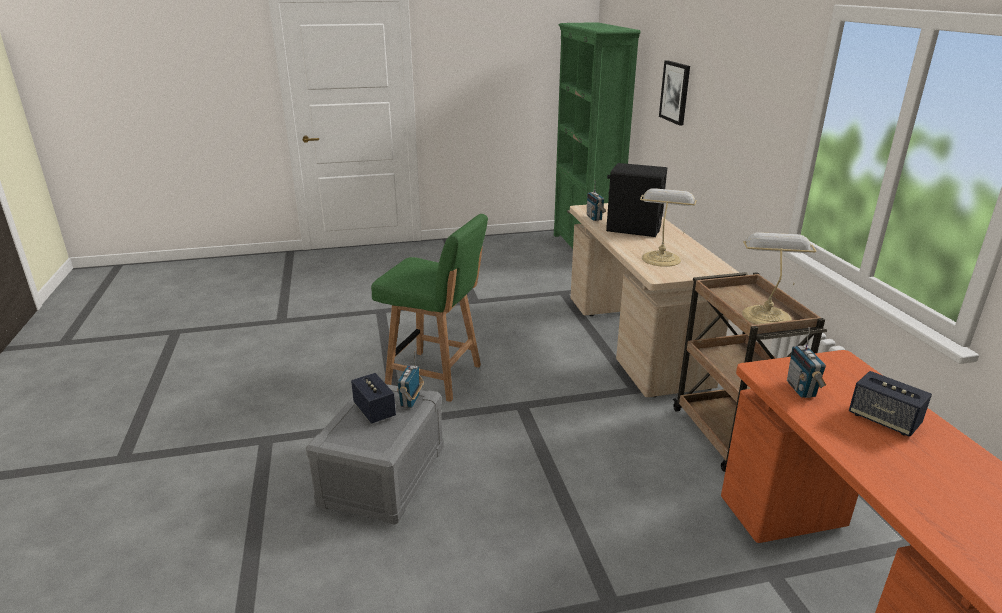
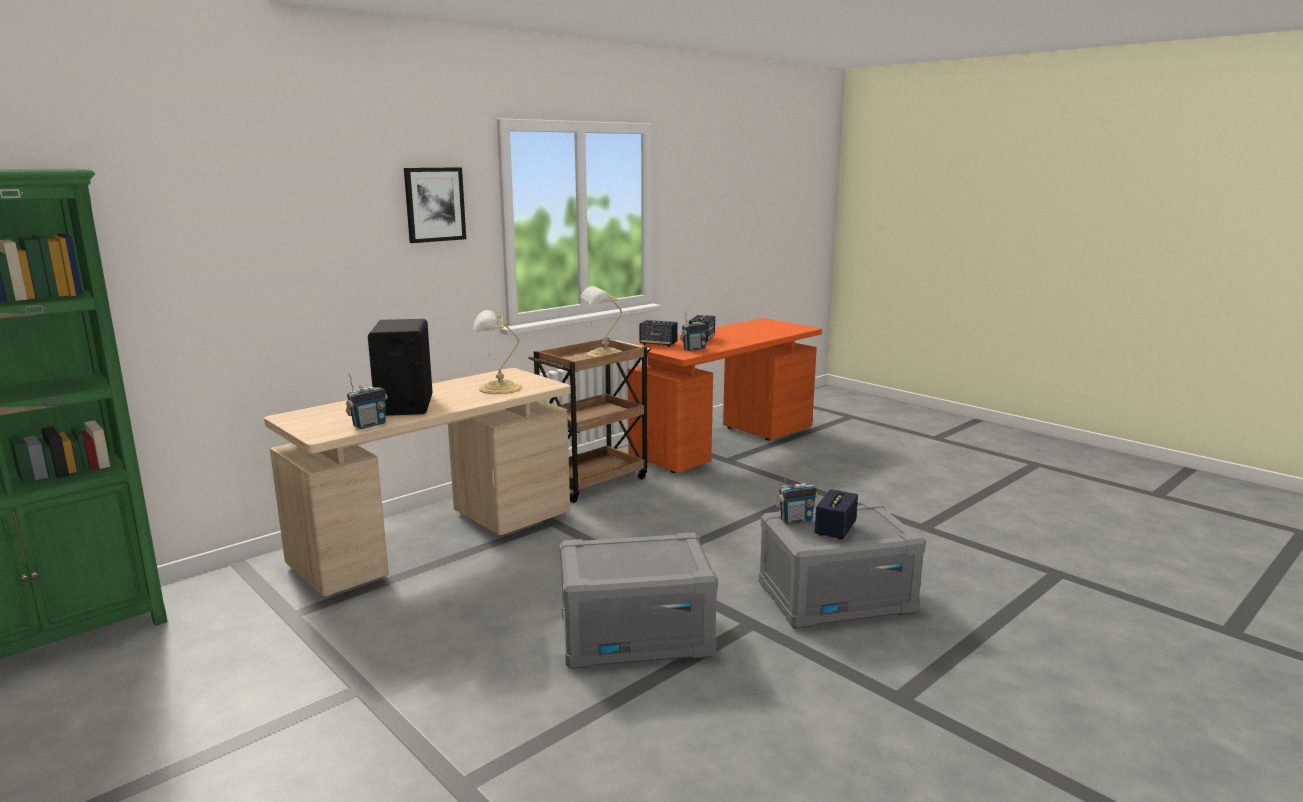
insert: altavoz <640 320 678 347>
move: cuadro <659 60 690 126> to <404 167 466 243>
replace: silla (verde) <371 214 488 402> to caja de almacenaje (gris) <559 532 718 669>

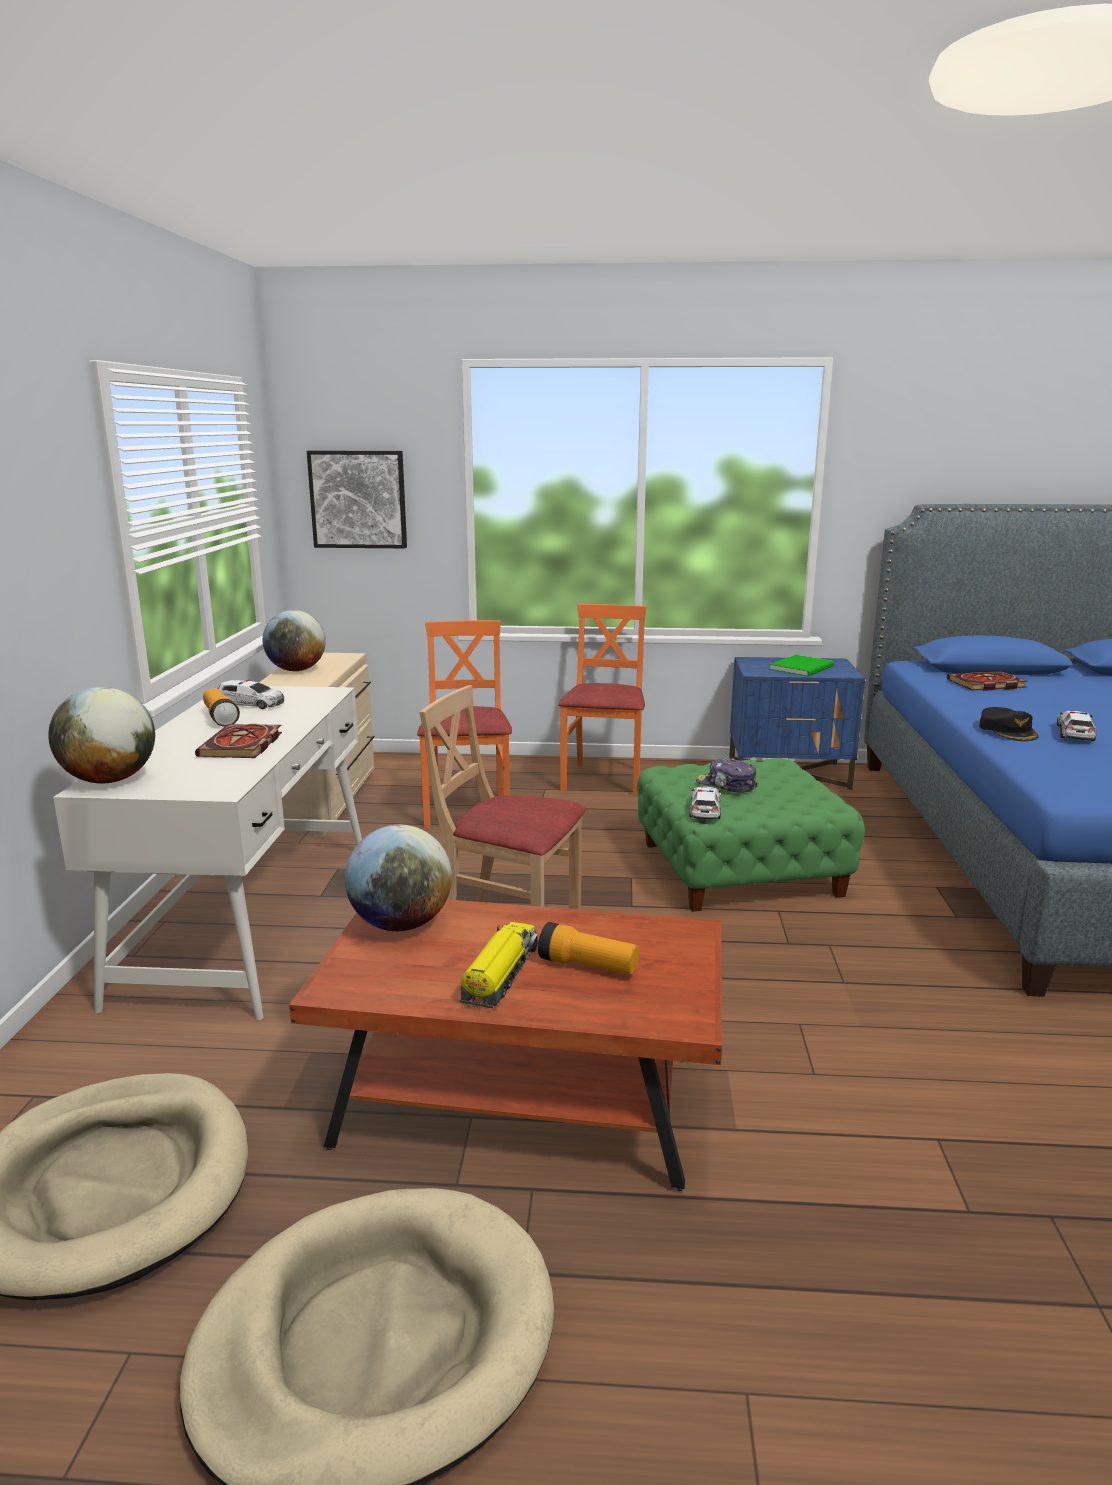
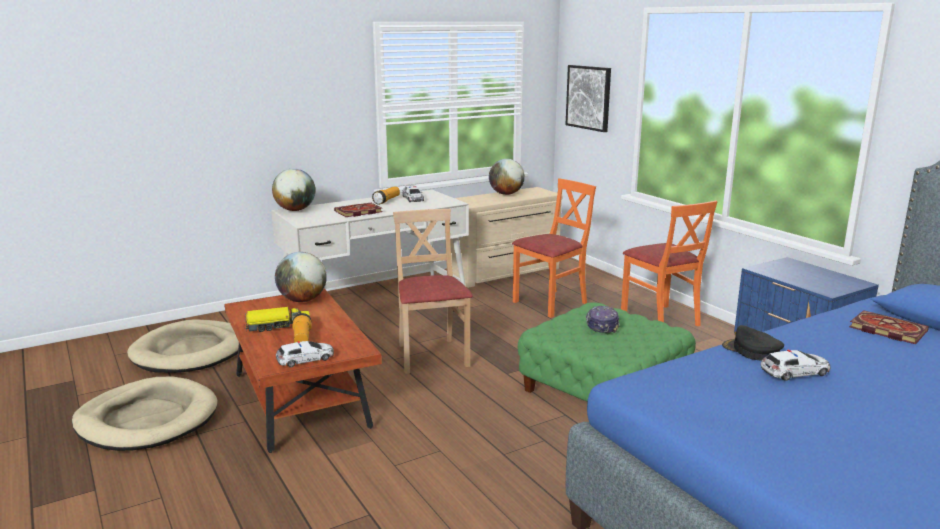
delete: libro (verde) <769 655 834 676>
move: coche de juguete <689 786 721 820> to <276 341 334 367>
rotate: silla (naranja) <558 604 647 796> = <621 201 717 327> 90 degrees clockwise; gorra (negro) <979 707 1039 741> = <722 325 784 361> 90 degrees clockwise

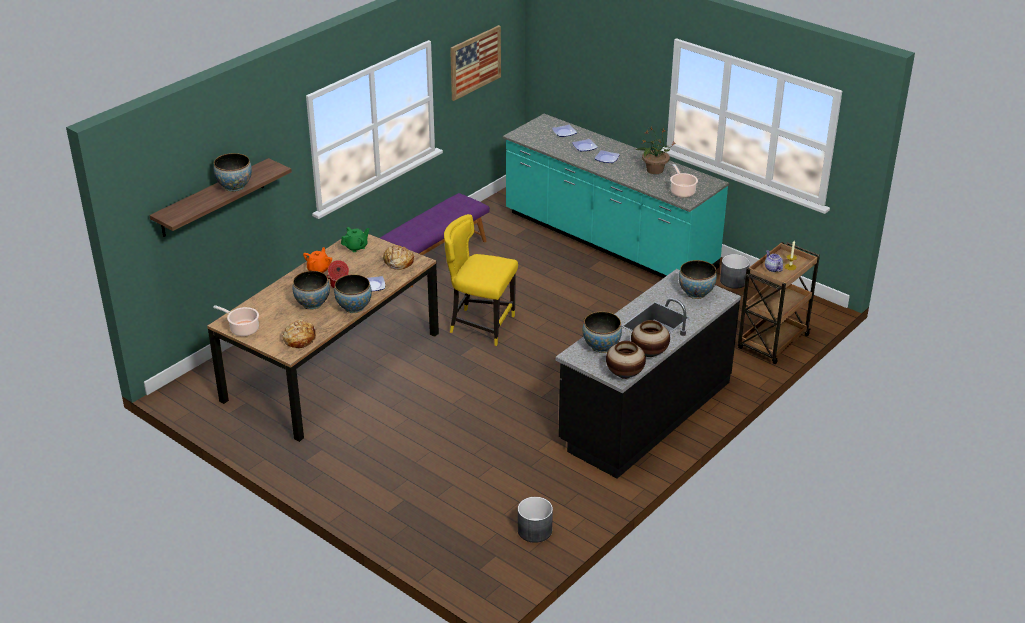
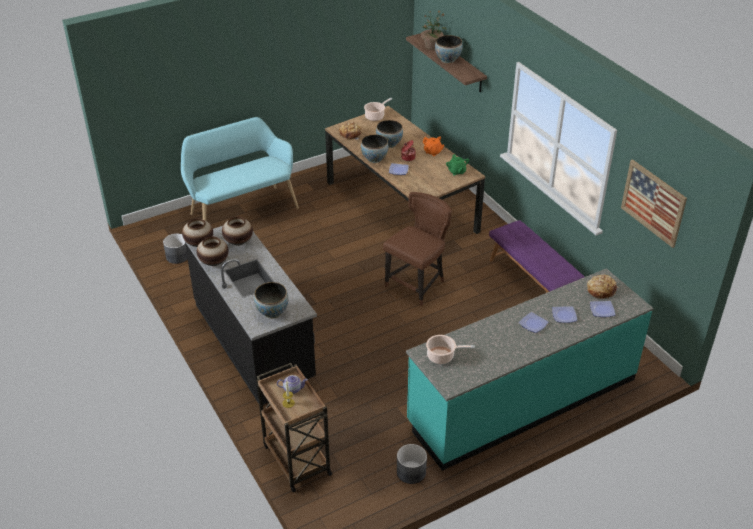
insert: banco (turquesa) <181 117 299 221>
move: planta en maceta <636 126 676 174> to <421 10 447 49>; pan <383 245 414 270> to <587 275 620 299>
replace: cuenco <583 311 622 353> to florero <222 217 253 246>
recolor: silla (amarillo) <444 214 518 346> to silla (marrón) <383 192 452 306>

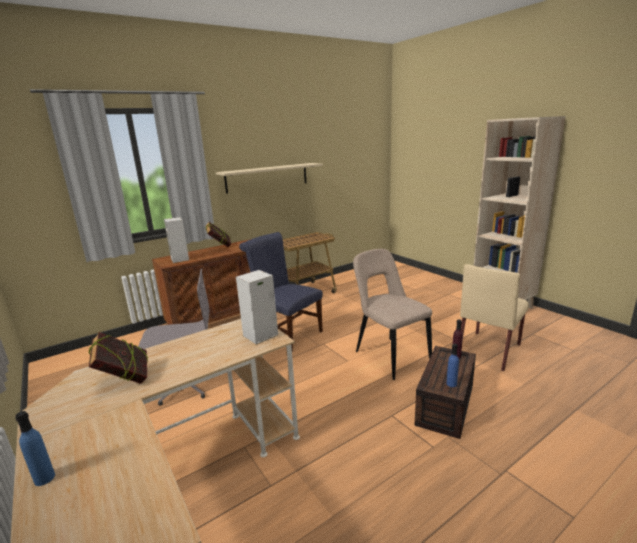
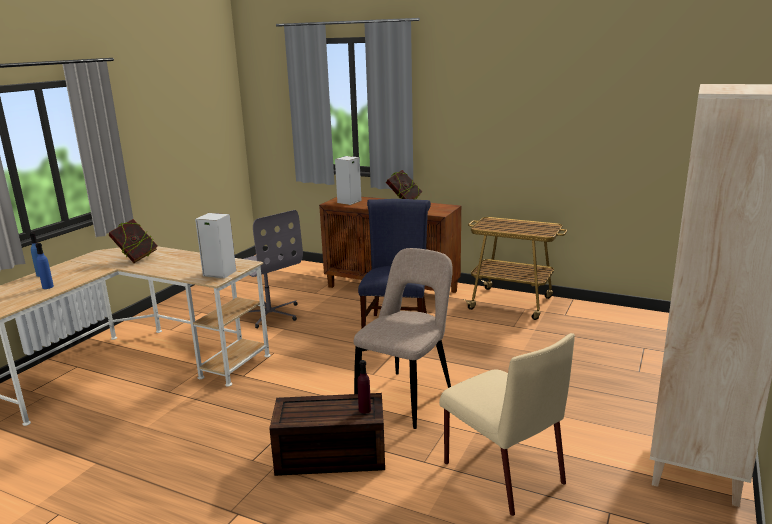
delete: estante (beis) <216 163 322 194>
move: botella (azul) <446 344 459 387> to <35 243 54 289>
rotate: silla (beis) <460 264 529 371> = <439 333 575 516> 135 degrees counterclockwise

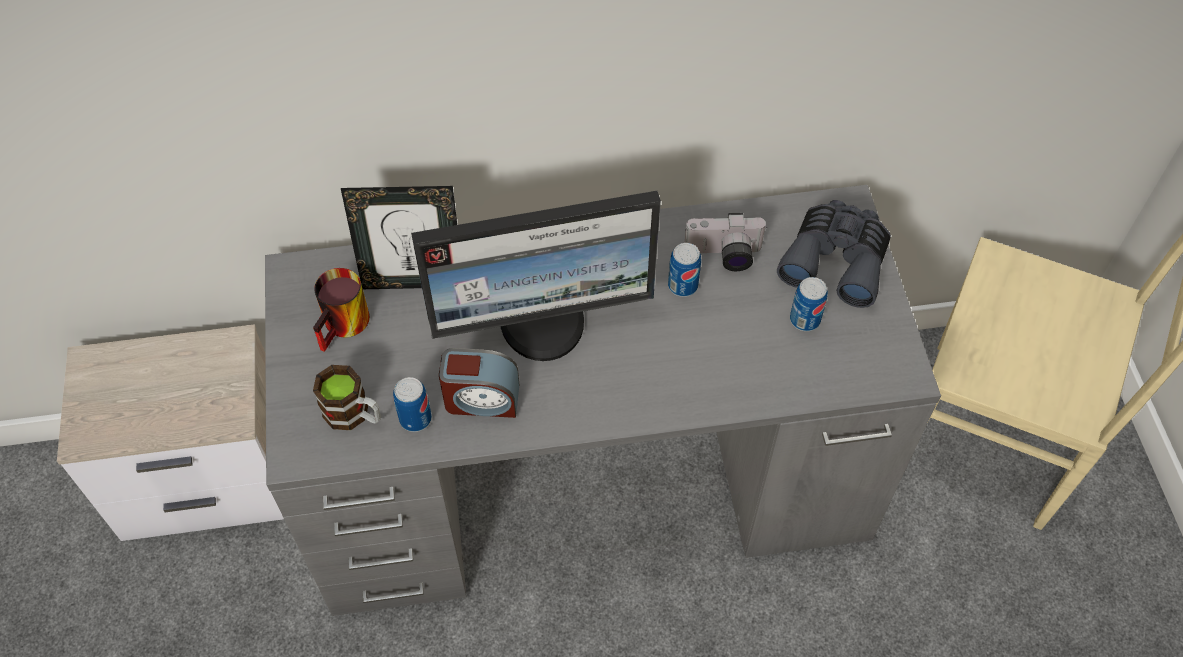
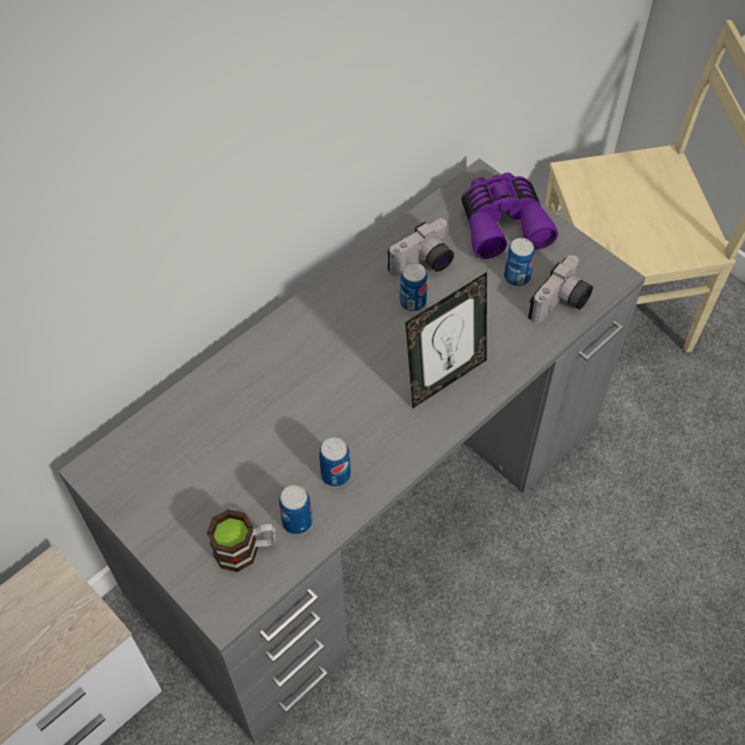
delete: monitor <411 191 661 361>; taza grande <313 268 370 352>
insert: cámara <528 255 593 323>
move: portarretratos <341 186 457 289> to <405 272 487 408>
replace: despertador <439 348 519 418> to lata <319 438 351 487>
recolor: prismáticos (gris) <777 200 891 308> to prismáticos (morado) <461 172 558 259>

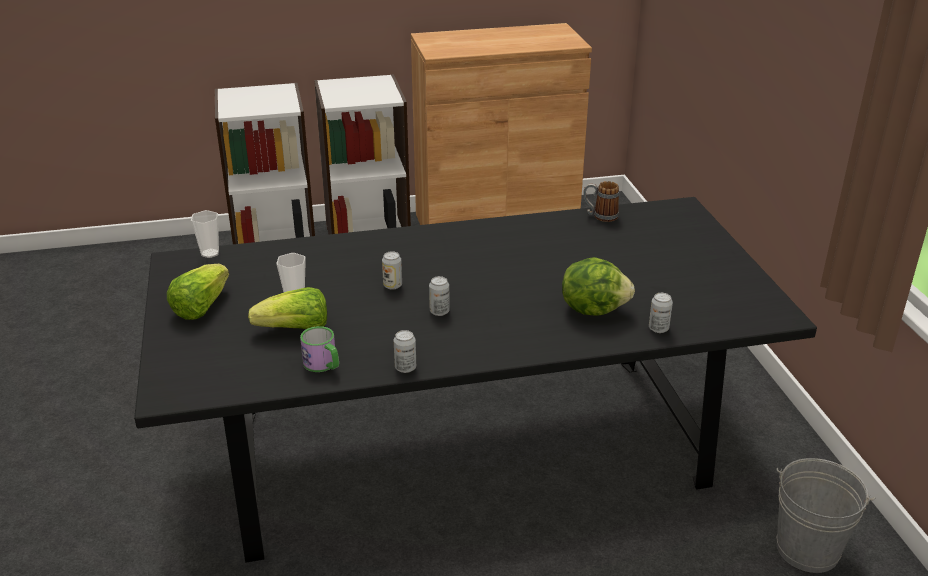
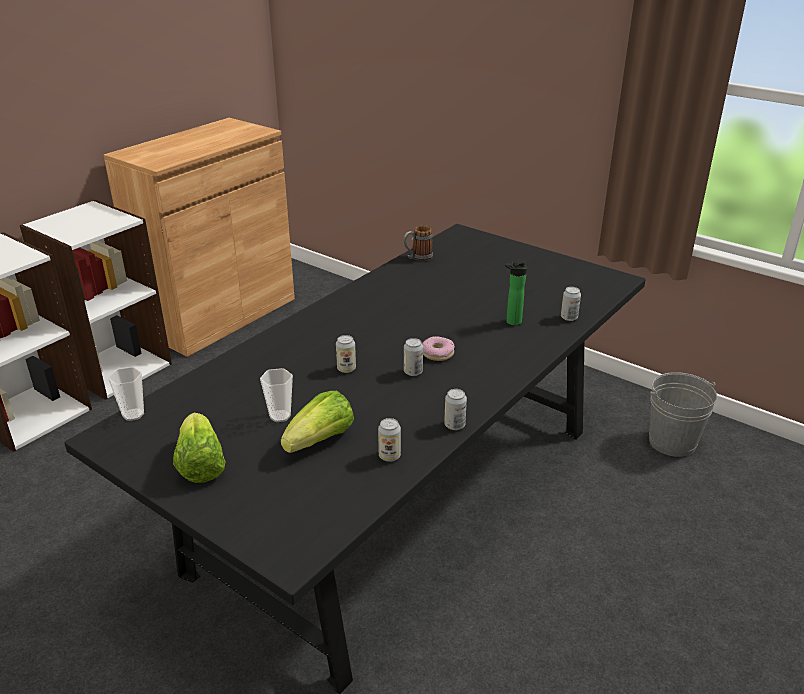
insert: rosquilla <422 336 455 361>
replace: lechuga <562 257 635 316> to botella <505 260 527 326>; taza grande <300 326 339 372> to lata <378 418 401 462>

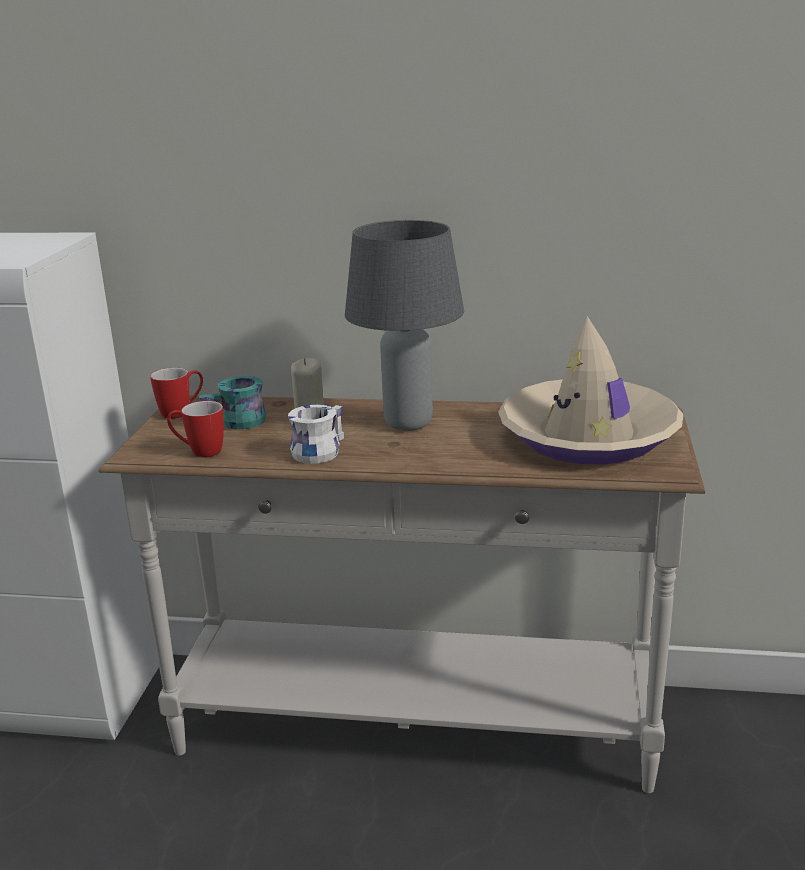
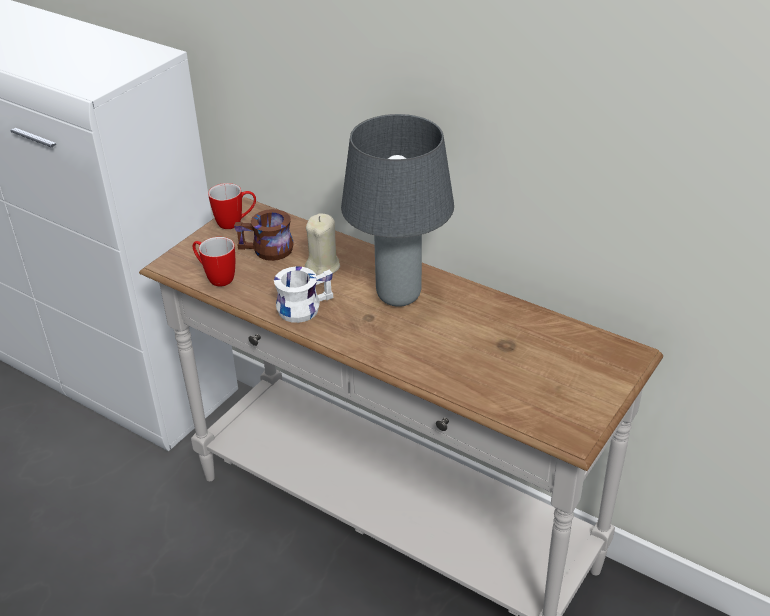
delete: sombrero (beis) <498 316 684 464>
recolor: taza grande (turquesa) <198 376 266 430> to taza grande (marrón) <234 209 294 261>

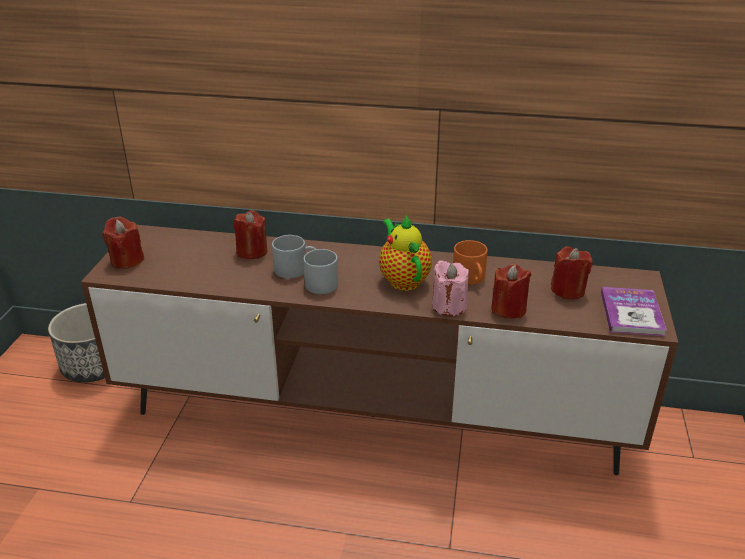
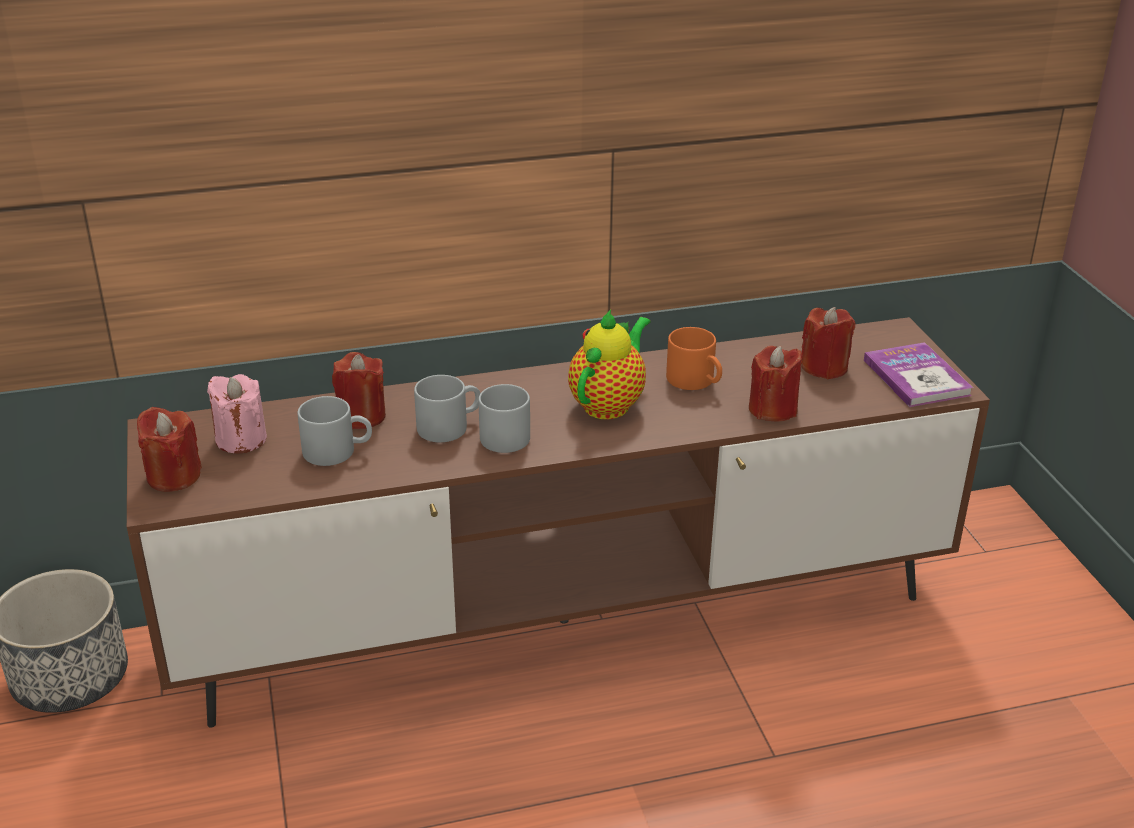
insert: taza grande (gris) <297 396 372 466>
move: vela (rosa) <432 260 469 316> to <207 374 267 453>
rotate: tetera <379 215 432 291> = <568 309 650 419> 75 degrees clockwise

